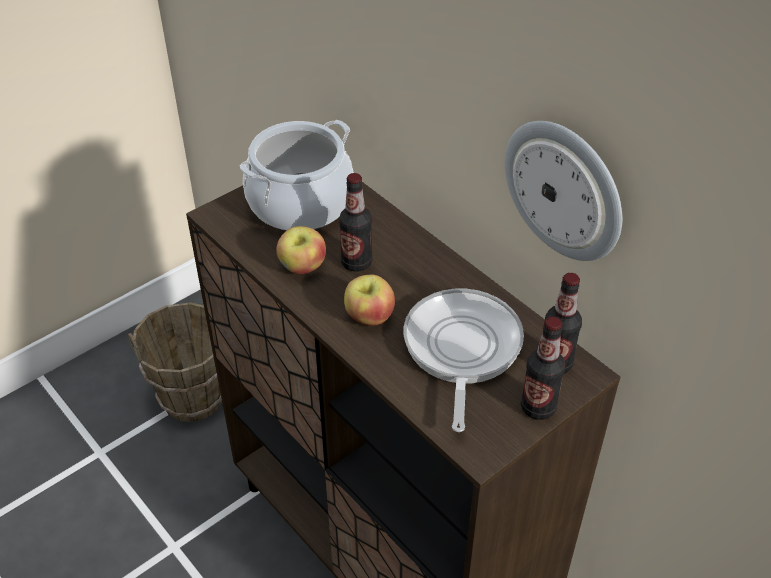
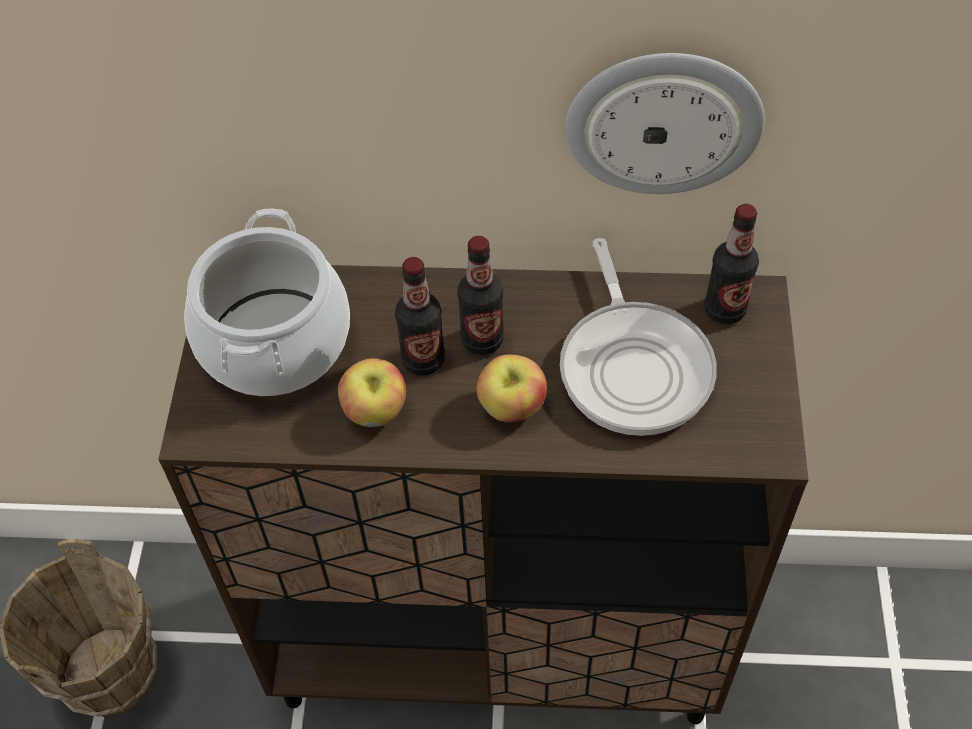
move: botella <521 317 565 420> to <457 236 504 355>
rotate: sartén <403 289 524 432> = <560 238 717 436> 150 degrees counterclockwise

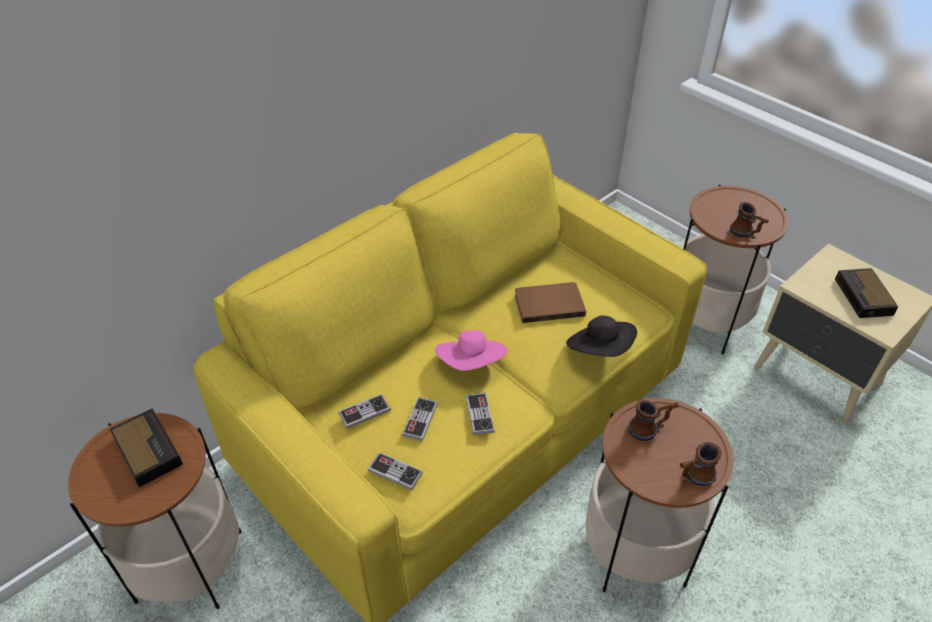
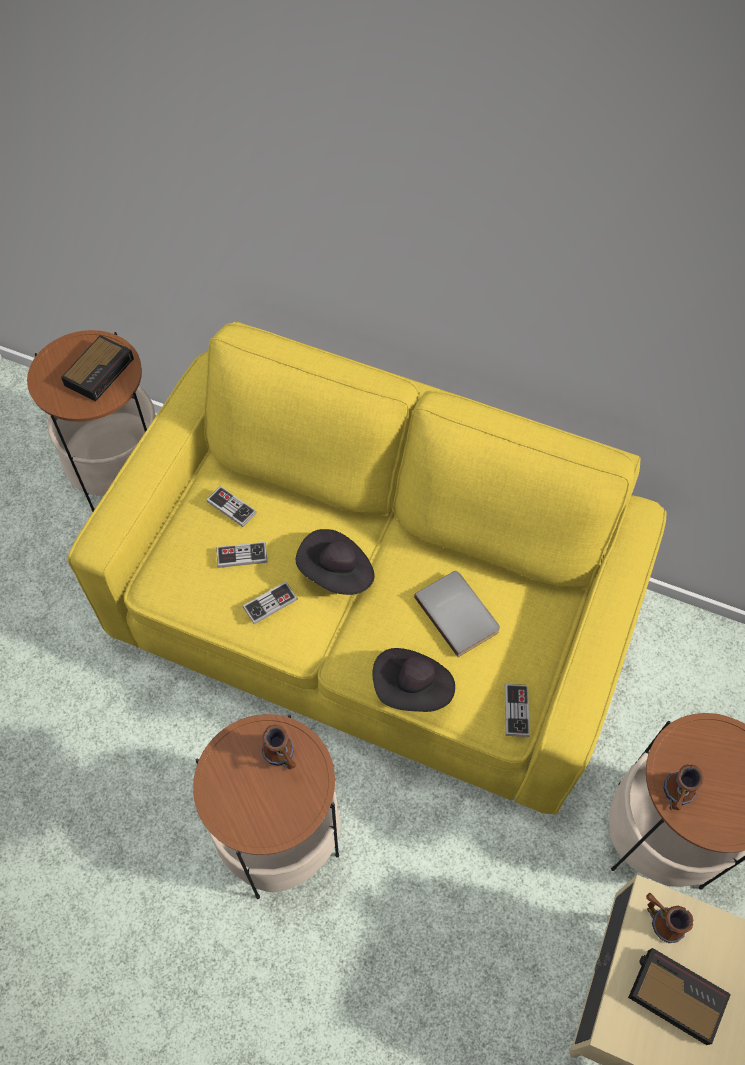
move: taza grande <680 442 722 486> to <646 893 693 943>; mando de consola <368 452 423 491> to <505 684 530 737>
recolor: libro (marrón) <515 282 586 323> to libro (gris) <414 571 500 657>; sombrero (rosa) <435 330 508 371> to sombrero (negro) <296 529 375 595>
rotate: despertador <835 268 898 318> = <628 948 731 1045> 60 degrees clockwise

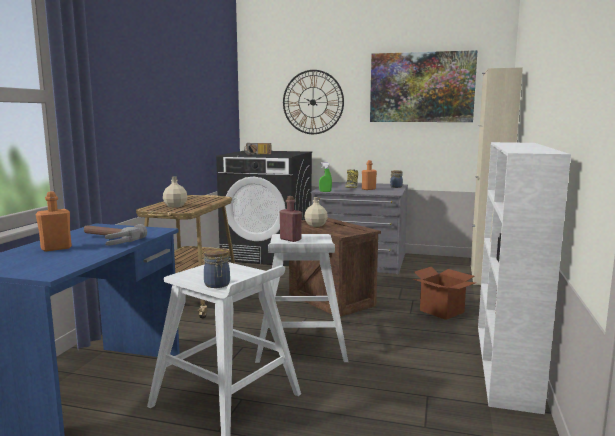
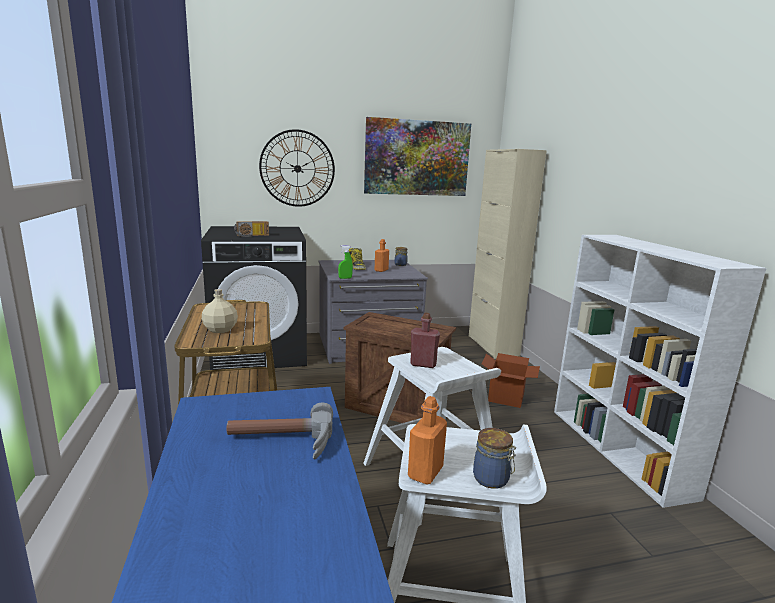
delete: botella (beis) <304 197 328 227>
move: botella (naranja) <36 191 72 252> to <408 396 447 484>

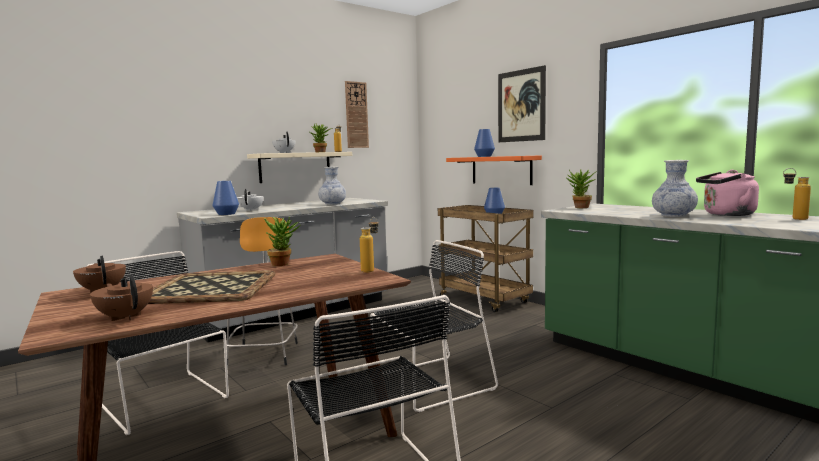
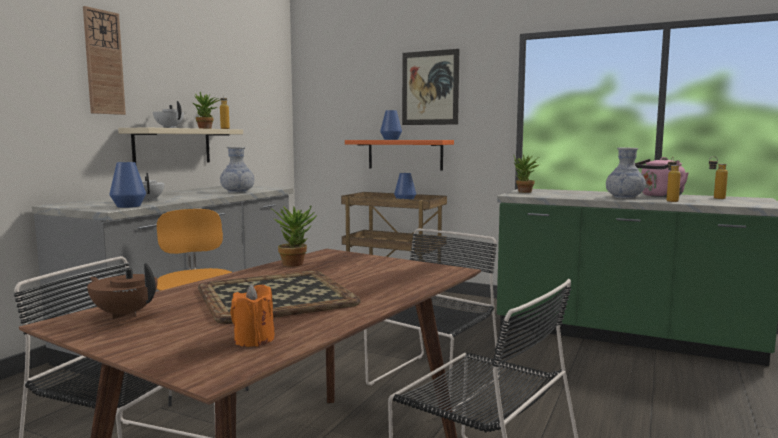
move: reloj de pared <345 81 369 148> to <83 6 126 115>; botella <360 217 378 273> to <667 157 681 202>
replace: tetera (marrón) <90 274 153 321> to vela (naranja) <230 284 275 347>

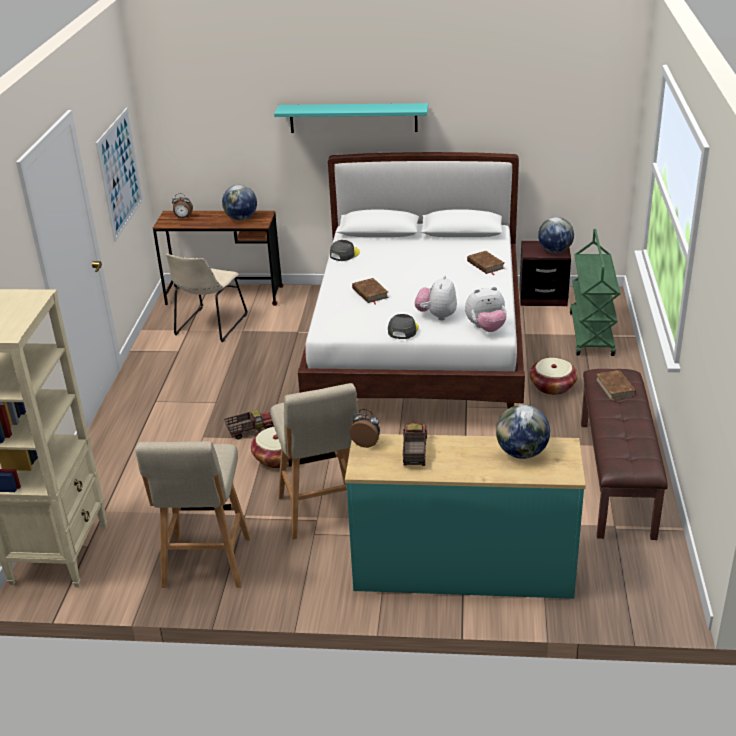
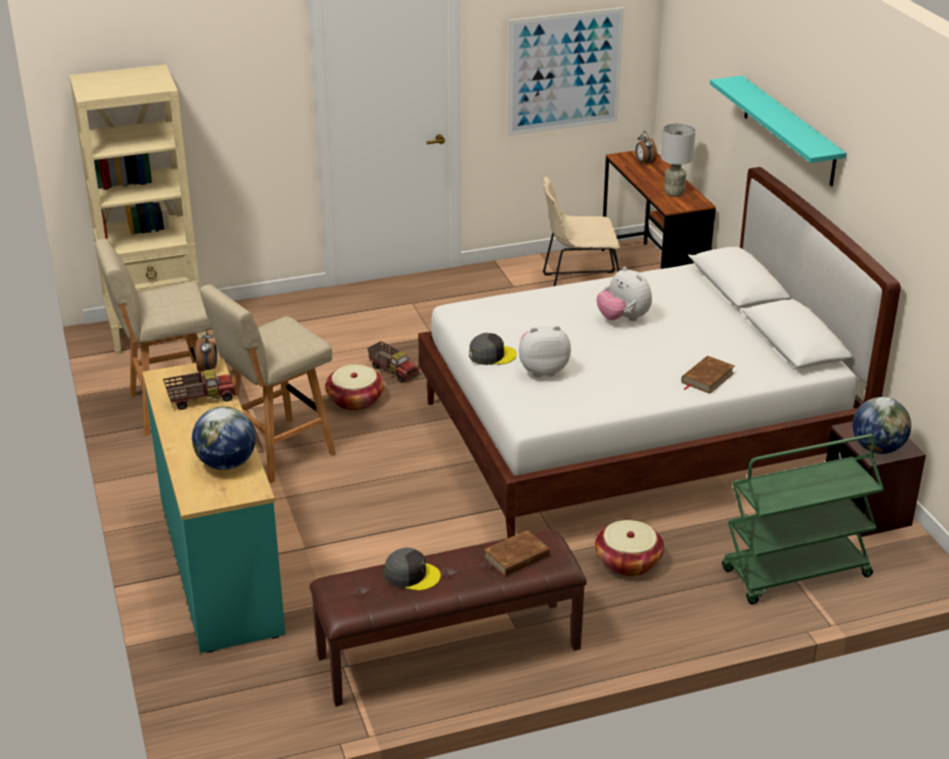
delete: libro (marrón) <352 278 389 304>
move: gorra (gris) <330 240 360 261> to <384 547 441 591>; peluche <465 287 507 332> to <597 266 652 321>
replace: globo terráqueo <222 185 257 220> to lámpara de mesa (gris) <661 123 696 197>

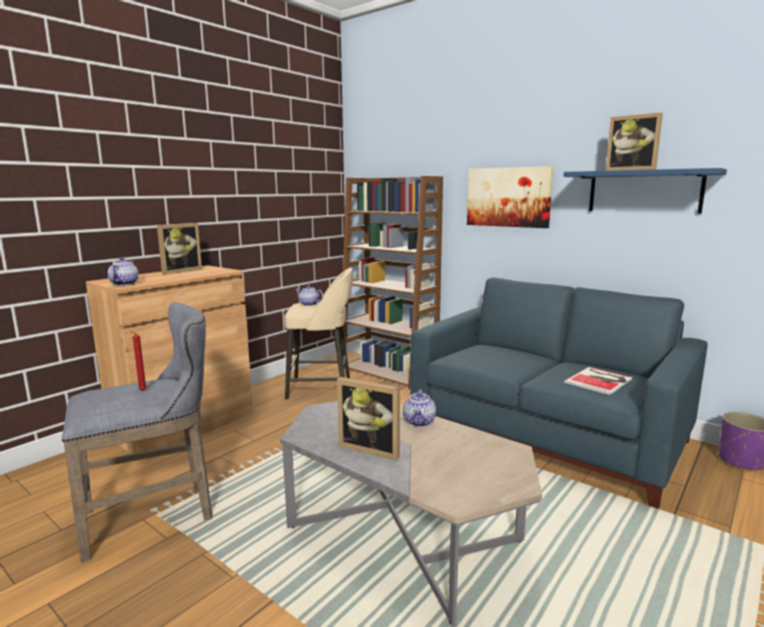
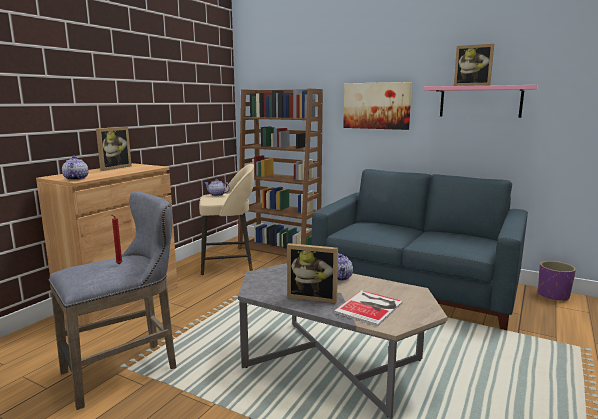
move: libro <564 367 632 395> to <333 290 403 326>
recolor: estante (azul) <564 168 727 214> to estante (rosa) <423 85 538 118>

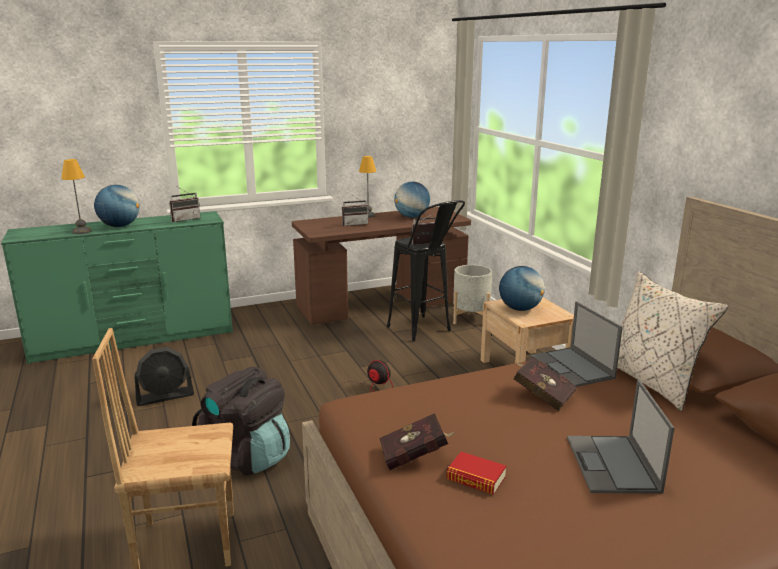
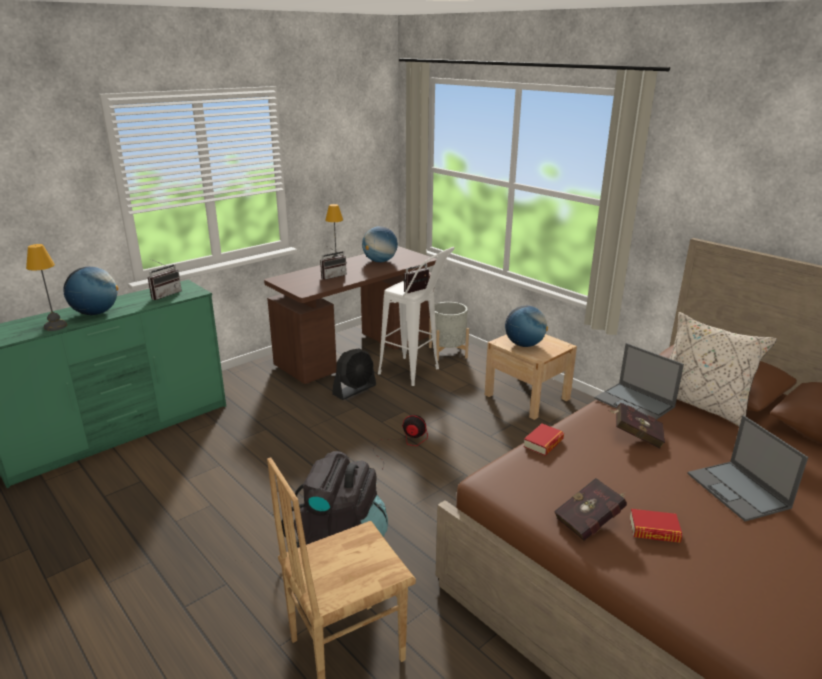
insert: libro <523 424 564 456>
move: ventilador (negro) <134 347 194 406> to <332 349 376 400>
recolor: taburete (negro) <387 200 465 342> to taburete (blanco) <378 247 455 386>

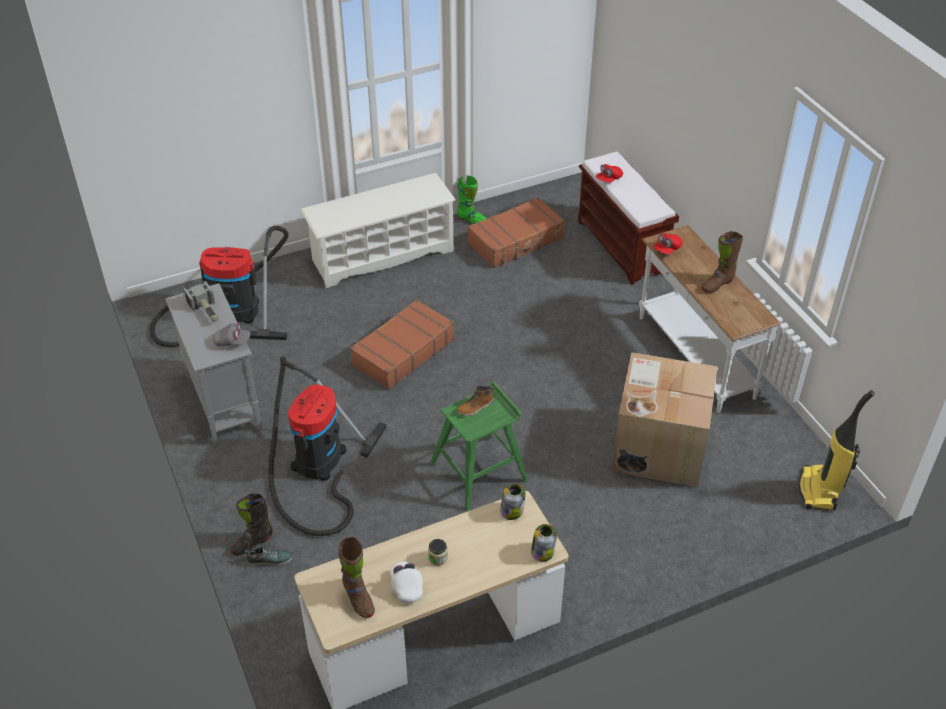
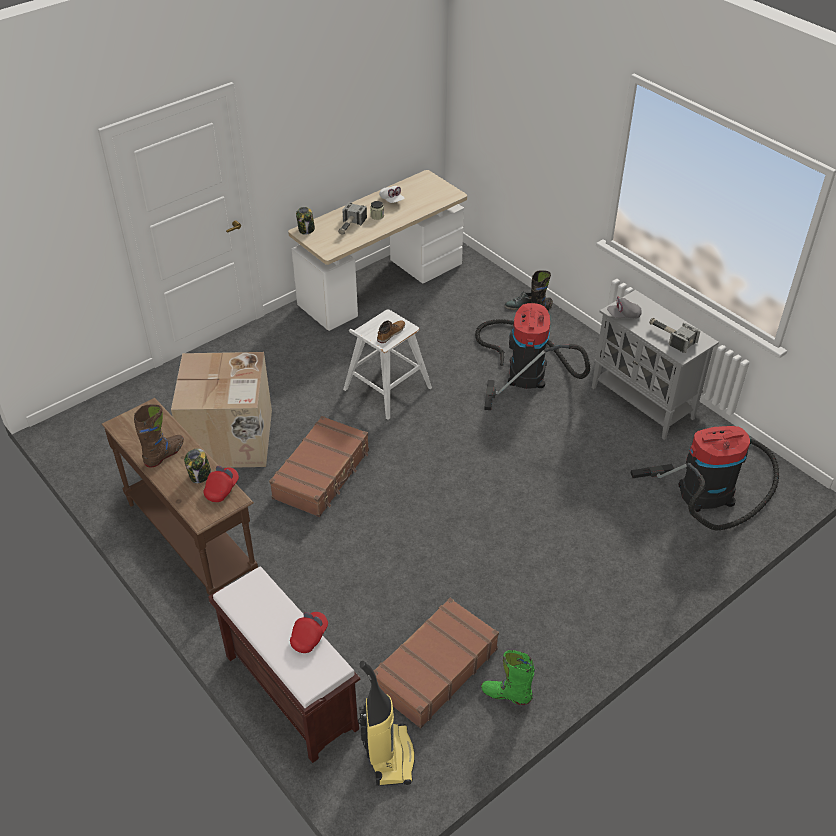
delete: zapatero (blanco) <300 173 456 288>; bota (marrón) <338 537 375 618>
insert: martillo <338 202 367 235>
move: maleta (marrón) <350 299 454 390> to <269 416 369 517>; aspiradora <799 390 875 510> to <358 661 415 786>; tarro <500 484 526 520> to <184 448 211 483>
recolor: mesa consola (blanco) <639 225 781 413> to mesa consola (marrón) <102 398 258 596>; taburete (verde) <430 382 528 511> to taburete (blanco) <343 310 432 420>

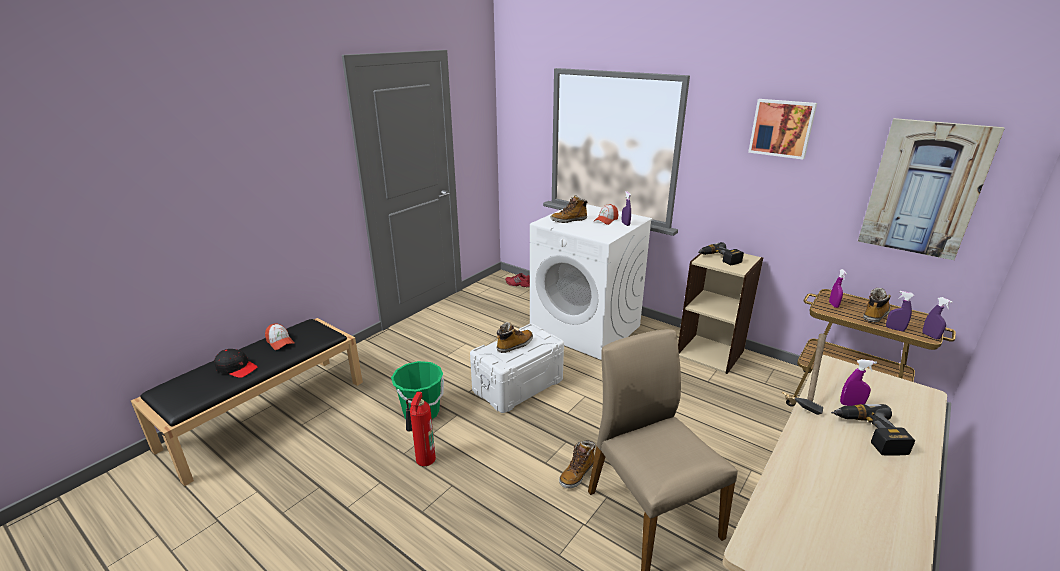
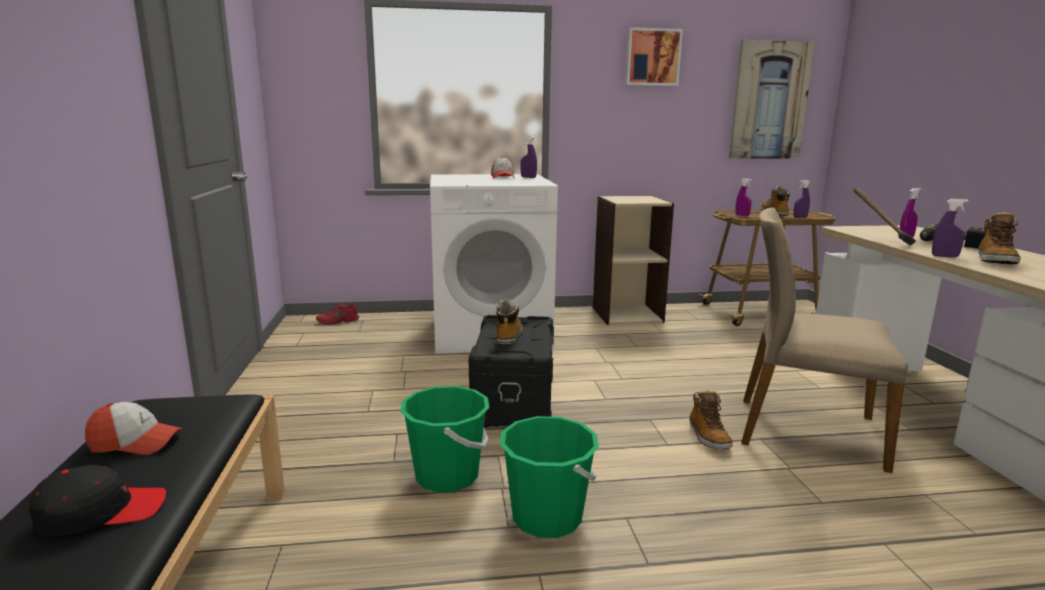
delete: taladro <698 242 744 265>
move: bota <551 195 587 223> to <978 212 1021 265>; pulverizador (morado) <922 297 953 339> to <932 199 969 258>
replace: extintor <406 392 436 466> to cubo (verde) <500 416 599 538>
recolor: caja de almacenaje (blanco) <470 324 564 413> to caja de almacenaje (negro) <468 315 554 428>

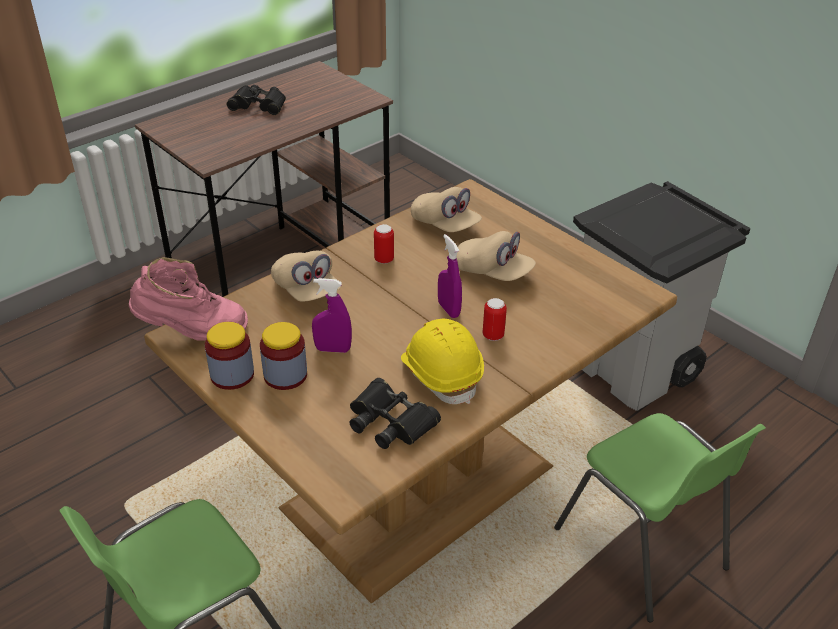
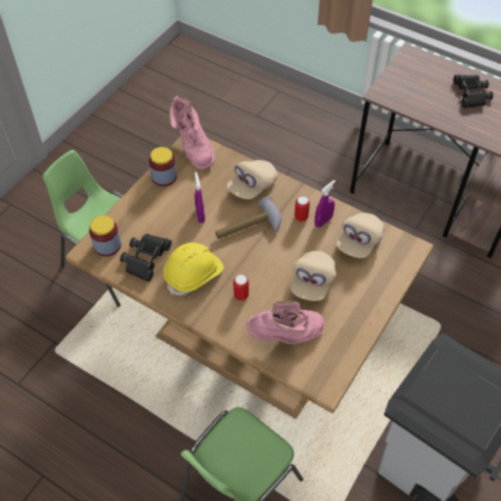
insert: martillo <215 196 282 239>; bota (rosa) <246 301 325 344>
move: pulverizador (morado) <438 234 462 318> to <315 180 336 227>; tarro <260 322 307 390> to <89 215 121 256>

